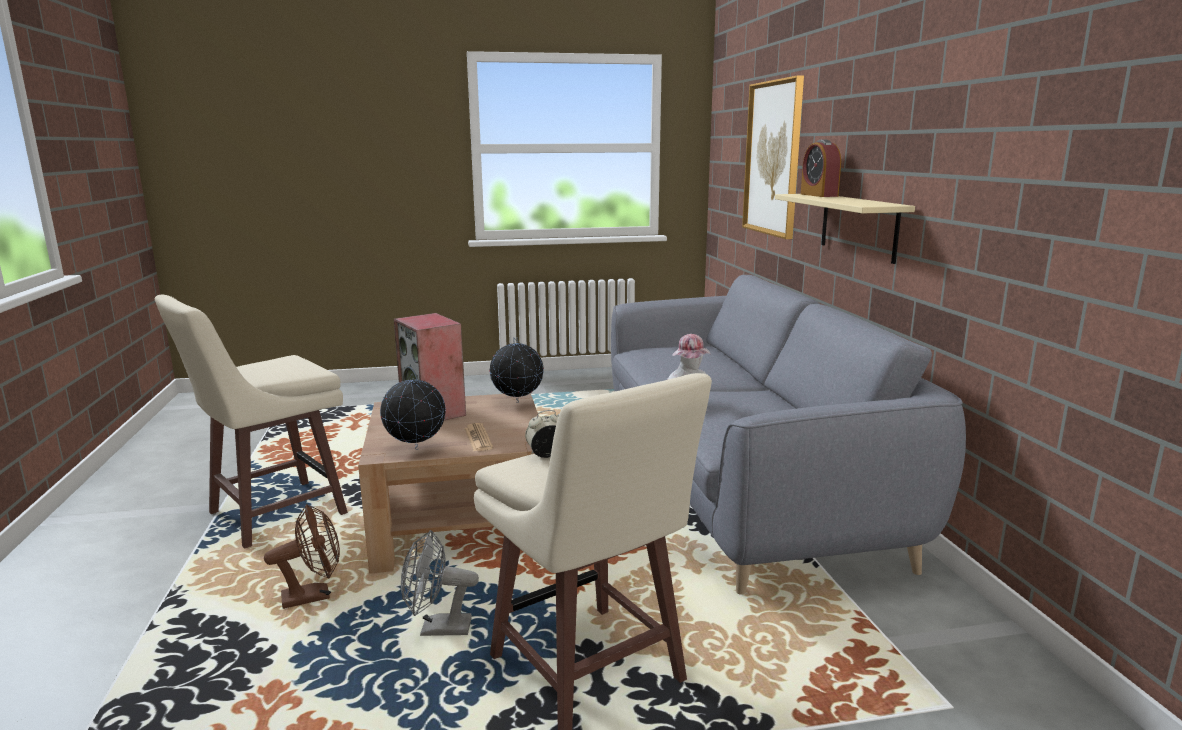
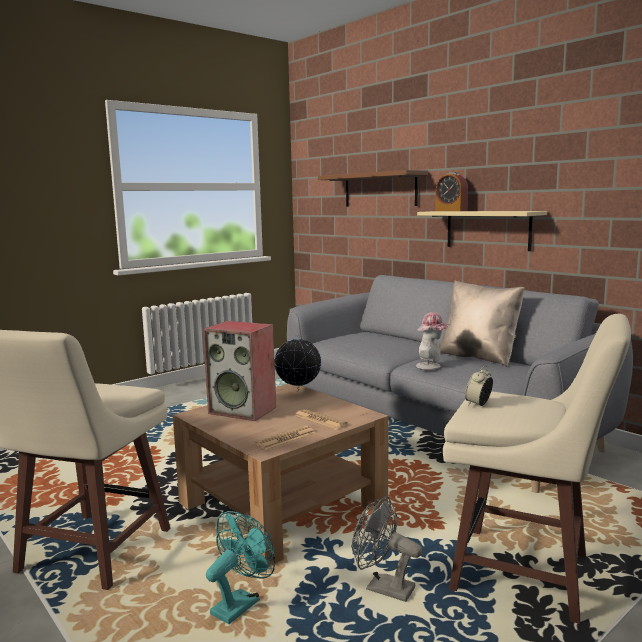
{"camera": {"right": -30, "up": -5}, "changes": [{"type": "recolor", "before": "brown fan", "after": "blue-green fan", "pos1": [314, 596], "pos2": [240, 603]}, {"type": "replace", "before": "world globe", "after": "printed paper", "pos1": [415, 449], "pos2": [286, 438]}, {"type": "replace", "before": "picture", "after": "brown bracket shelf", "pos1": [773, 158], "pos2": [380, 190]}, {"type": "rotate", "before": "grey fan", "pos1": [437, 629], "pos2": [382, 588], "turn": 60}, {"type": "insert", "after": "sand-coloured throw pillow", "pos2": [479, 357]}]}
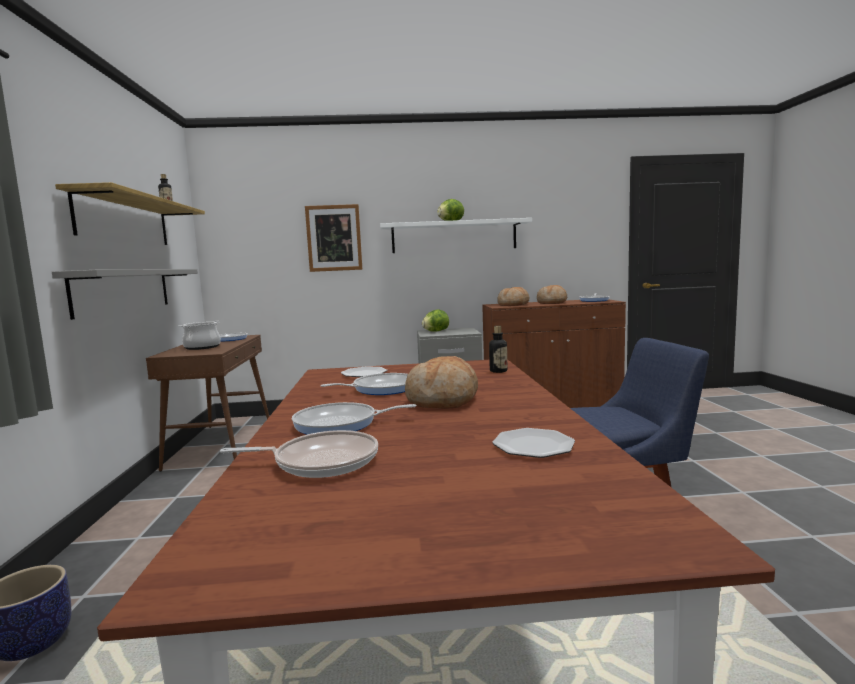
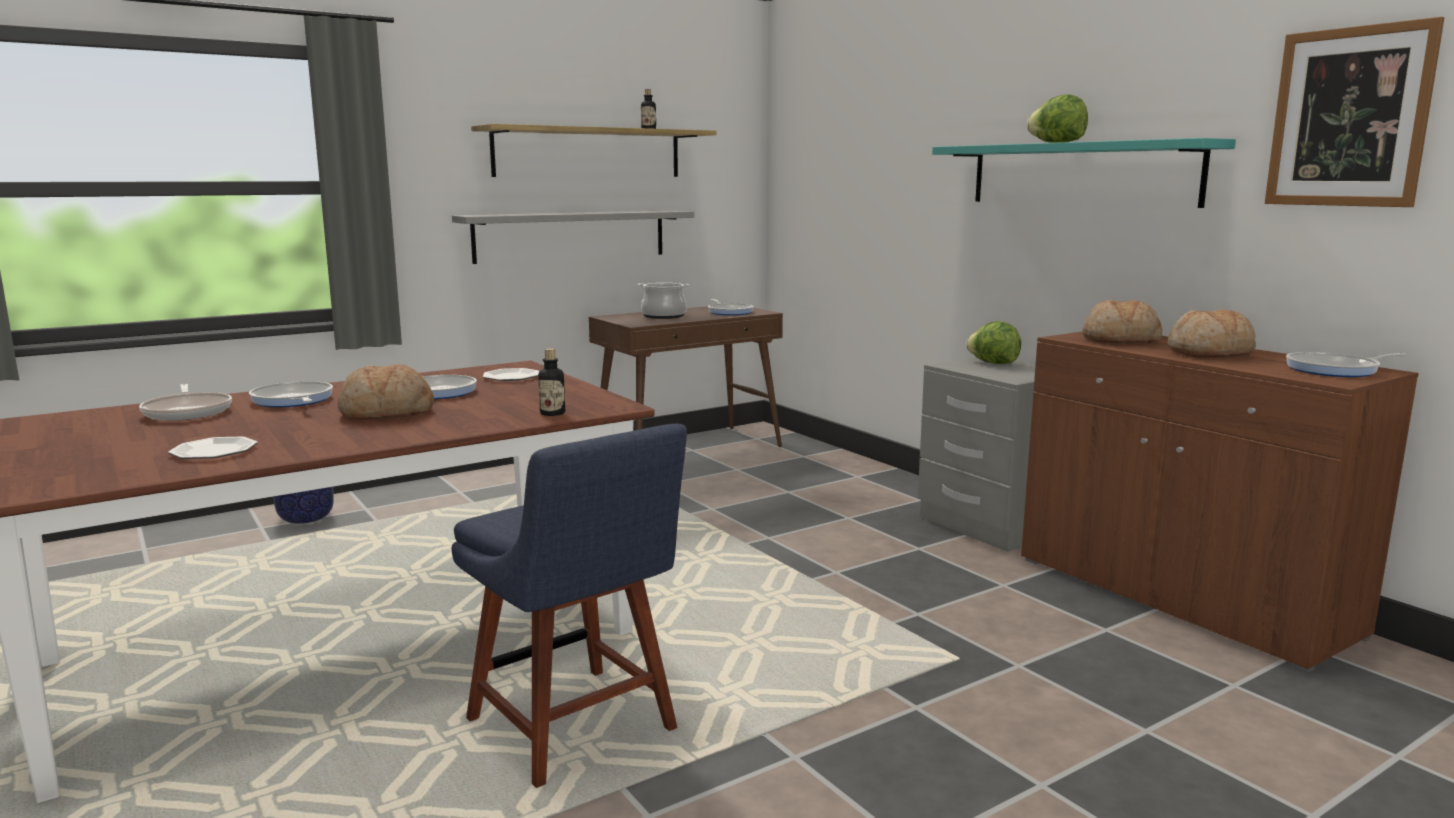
{"camera": {"right": 60, "up": 5}, "changes": [{"type": "recolor", "before": "whitish bracket shelf", "after": "blue-green bracket shelf", "pos1": [454, 236], "pos2": [1080, 174]}, {"type": "move", "before": "picture", "pos1": [334, 238], "pos2": [1349, 117]}]}
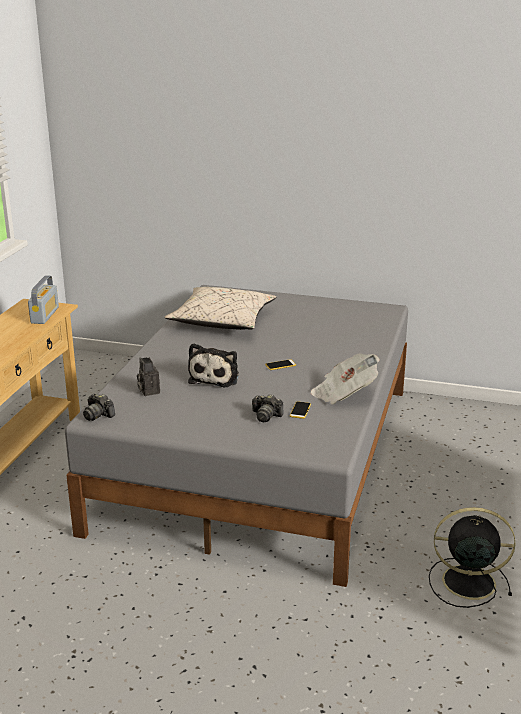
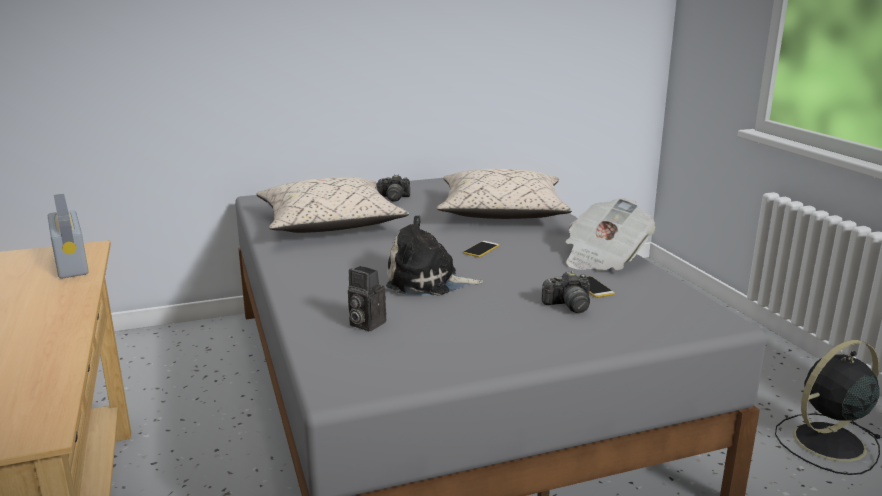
{"camera": {"right": -35, "up": -5}, "changes": [{"type": "move", "before": "photo camera", "pos1": [98, 415], "pos2": [393, 197]}, {"type": "rotate", "before": "cuddly toy", "pos1": [215, 377], "pos2": [427, 282], "turn": 120}, {"type": "insert", "after": "sand-coloured throw pillow", "pos2": [501, 213]}]}
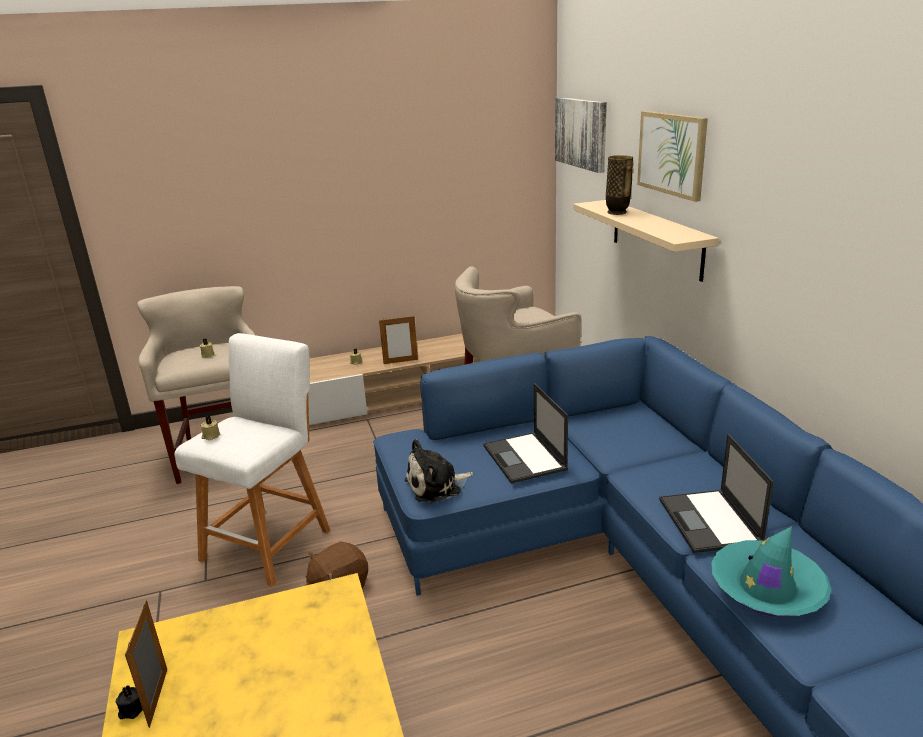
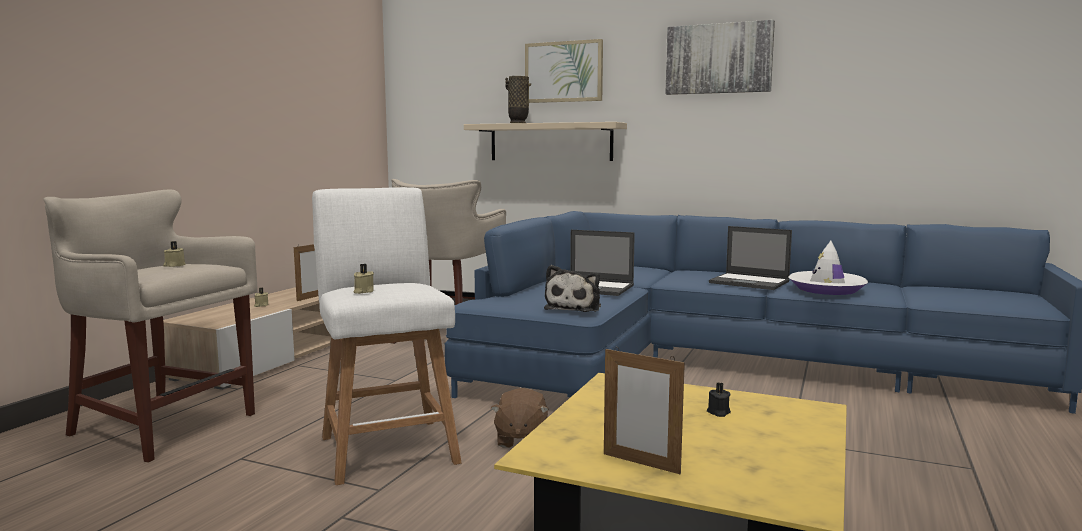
{"camera": {"right": -50, "up": -15}, "changes": [{"type": "move", "before": "picture", "pos1": [581, 133], "pos2": [718, 59]}, {"type": "move", "before": "black-coloured candle", "pos1": [131, 710], "pos2": [718, 412]}, {"type": "recolor", "before": "blue-green hat", "after": "whitish hat", "pos1": [767, 588], "pos2": [827, 289]}]}
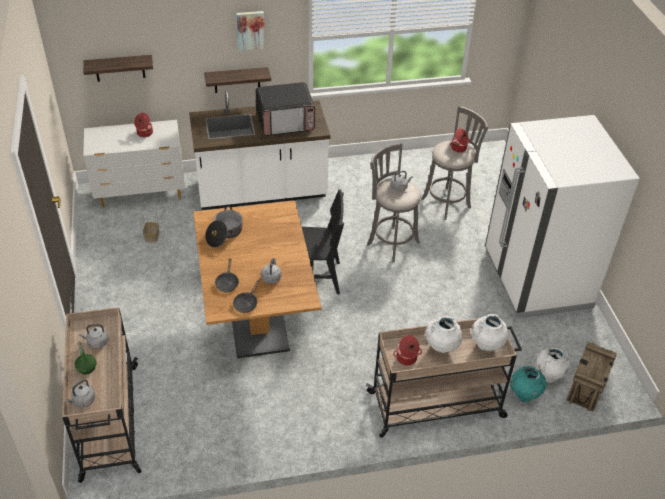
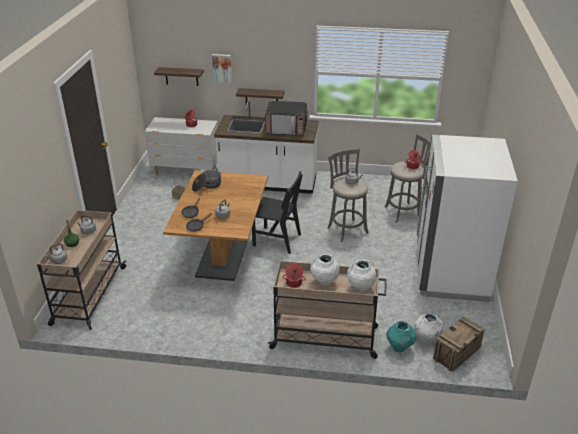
{"camera": {"right": 20, "up": -10}, "changes": [{"type": "move", "before": "picture", "pos1": [250, 30], "pos2": [222, 68]}]}
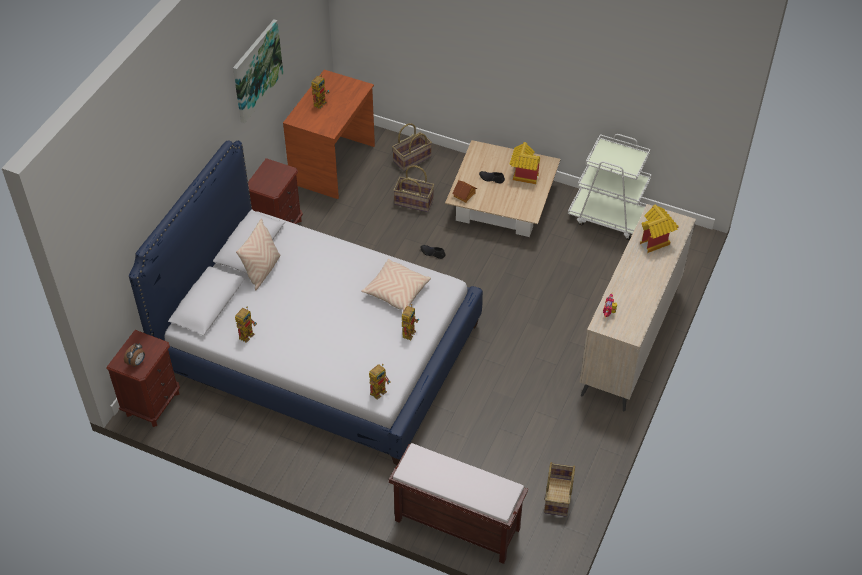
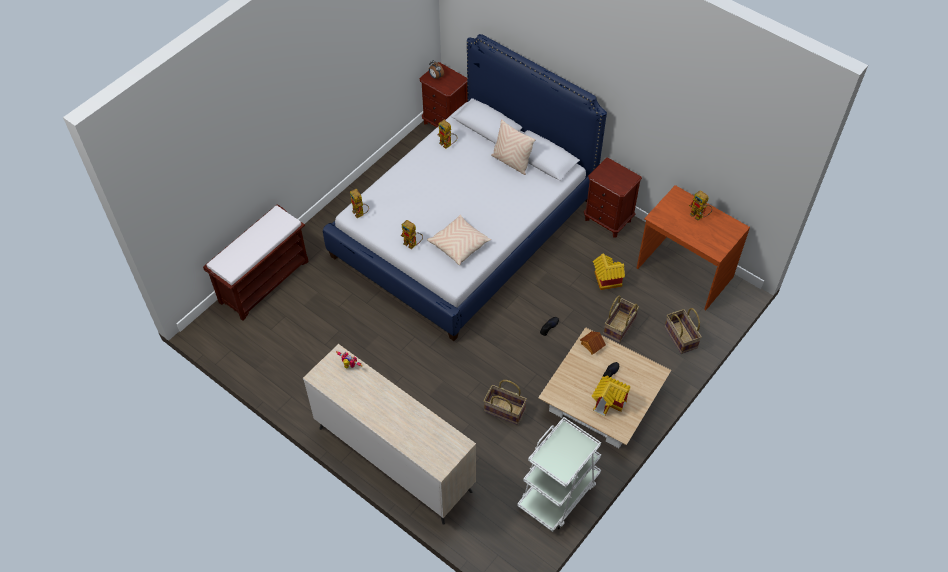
{"camera": {"right": 105, "up": 5}, "changes": [{"type": "move", "before": "basket", "pos1": [558, 497], "pos2": [504, 411]}, {"type": "move", "before": "miniature house", "pos1": [655, 241], "pos2": [605, 281]}, {"type": "delete", "before": "picture", "pos1": [256, 70]}]}
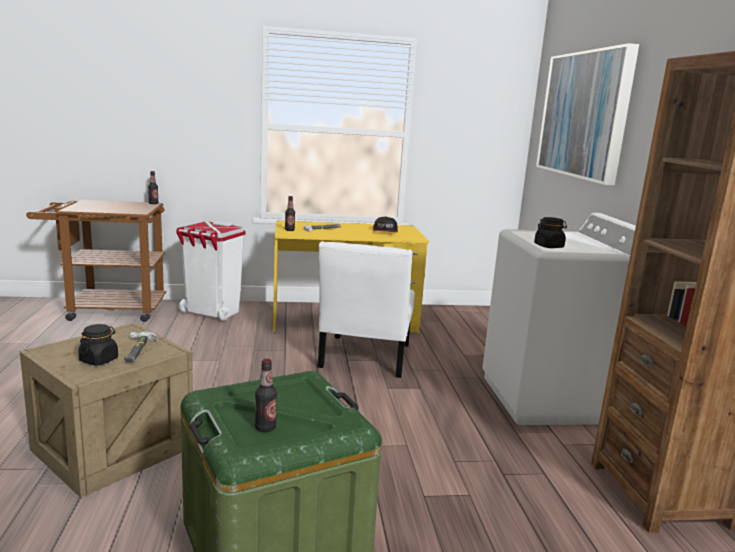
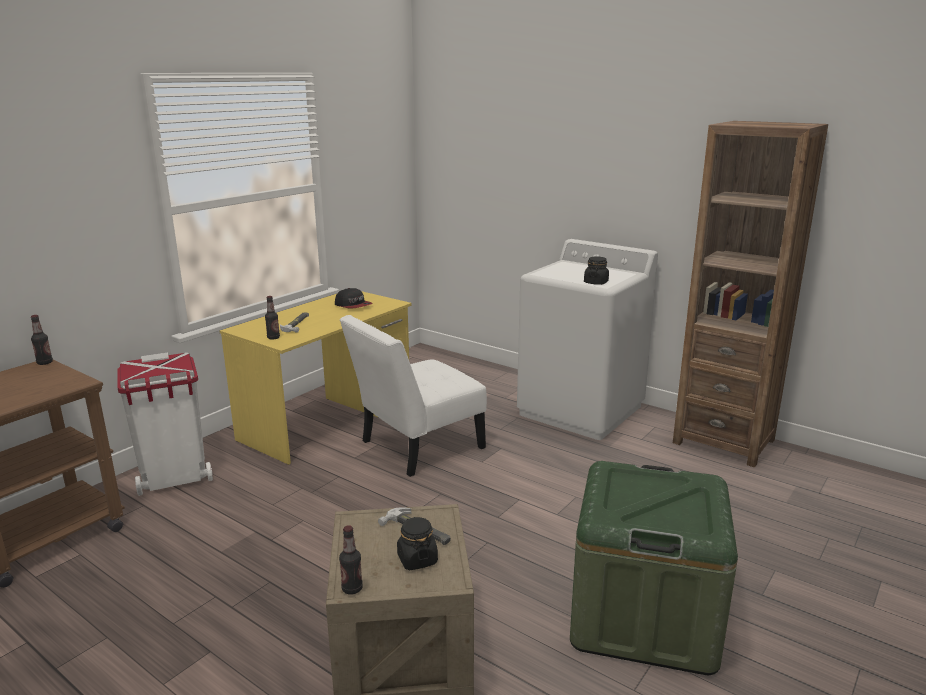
{"camera": {"right": -45, "up": 5}, "changes": [{"type": "move", "before": "drink bottle", "pos1": [265, 428], "pos2": [352, 589]}, {"type": "rotate", "before": "whitish plain chair", "pos1": [363, 359], "pos2": [416, 447], "turn": 90}, {"type": "delete", "before": "picture", "pos1": [584, 115]}]}
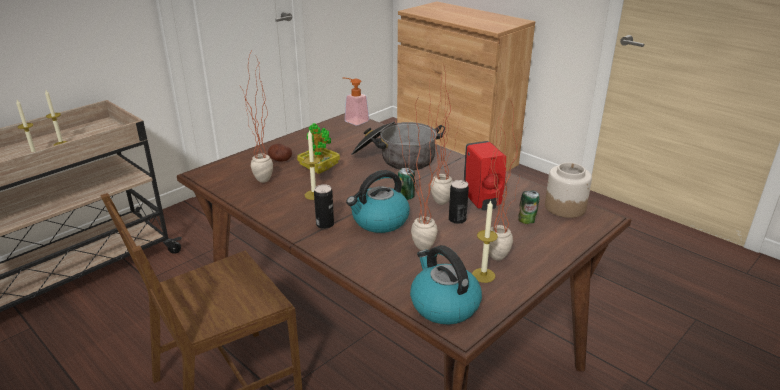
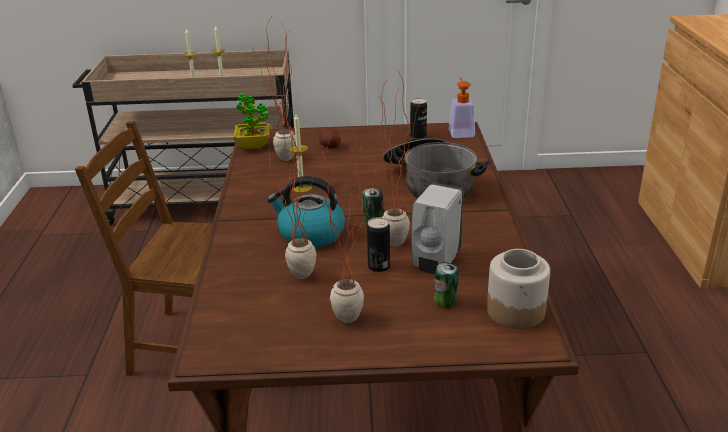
{"camera": {"right": 45, "up": 0}, "changes": [{"type": "move", "before": "plant in a pot", "pos1": [319, 169], "pos2": [253, 145]}, {"type": "move", "before": "metal can", "pos1": [325, 224], "pos2": [418, 136]}, {"type": "recolor", "before": "red soap bottle", "after": "whitish soap bottle", "pos1": [482, 202], "pos2": [435, 262]}, {"type": "delete", "before": "tea kettle", "pos1": [443, 305]}, {"type": "delete", "before": "candle", "pos1": [483, 275]}]}
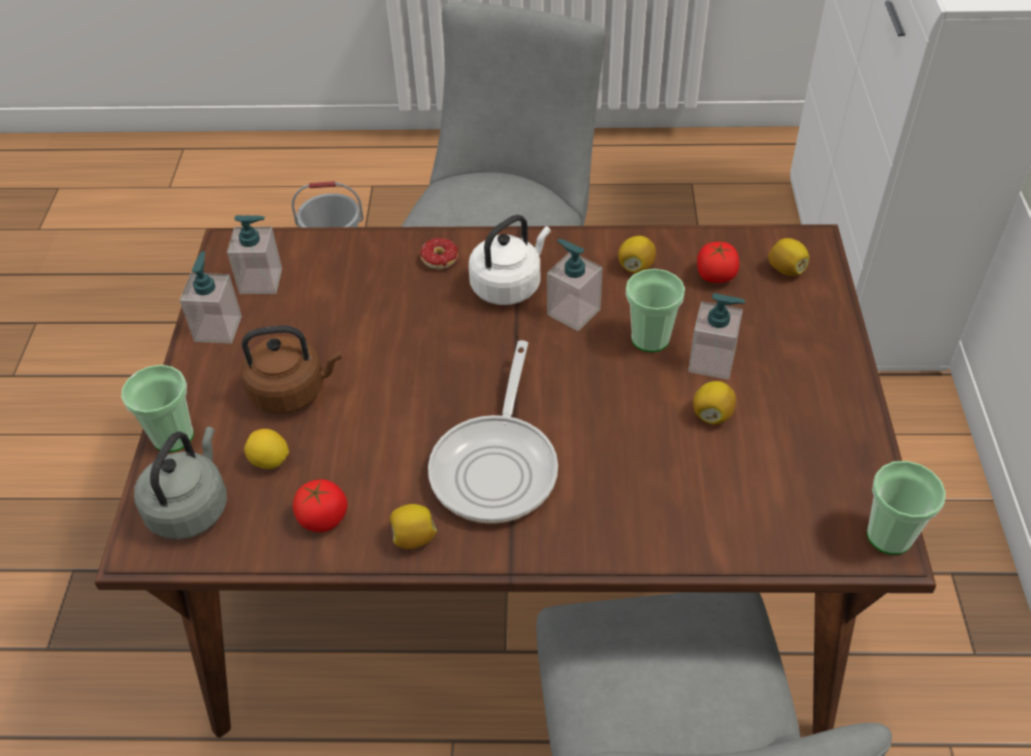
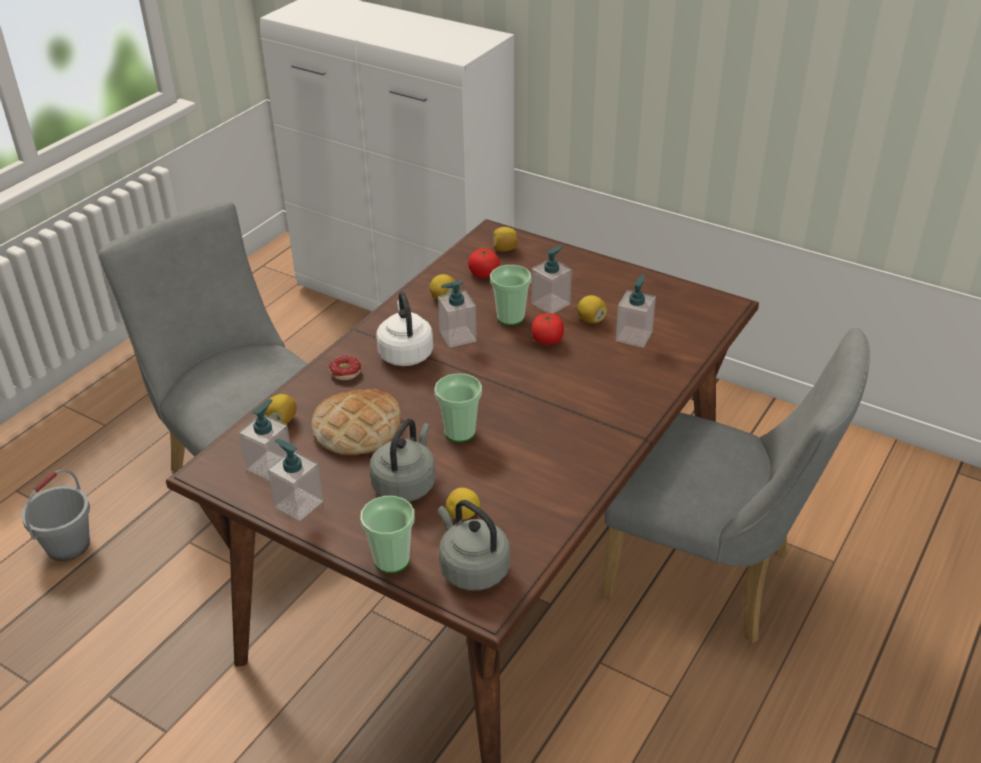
{"camera": {"right": -60, "up": -10}, "changes": [{"type": "move", "before": "lemon", "pos1": [413, 538], "pos2": [282, 421]}, {"type": "insert", "after": "bread", "pos2": [357, 428]}, {"type": "recolor", "before": "brown tea kettle", "after": "grey tea kettle", "pos1": [292, 391], "pos2": [405, 484]}, {"type": "move", "before": "small cup", "pos1": [889, 536], "pos2": [459, 432]}, {"type": "move", "before": "tomato", "pos1": [323, 518], "pos2": [547, 340]}, {"type": "insert", "after": "soap bottle", "pos2": [634, 336]}, {"type": "delete", "before": "frying pan", "pos1": [497, 466]}]}
